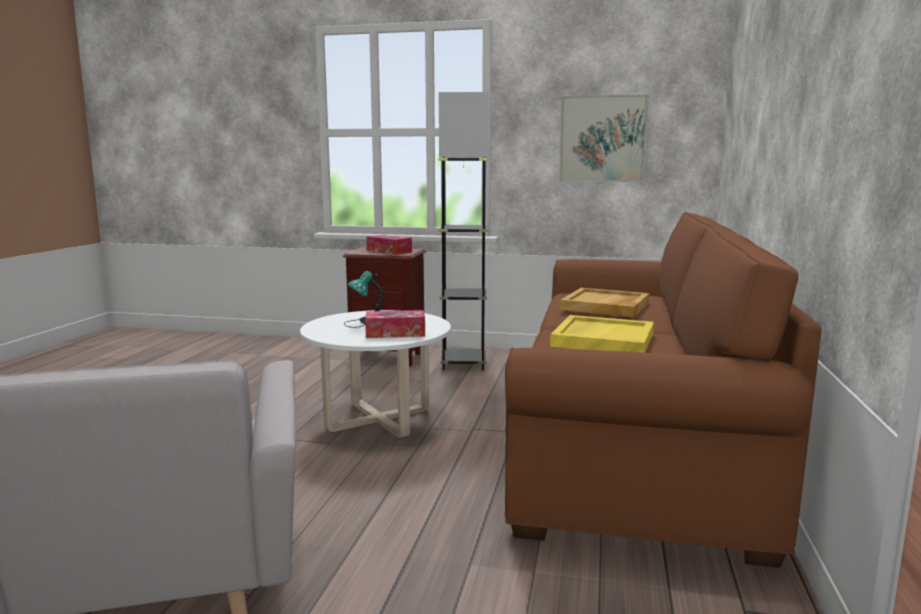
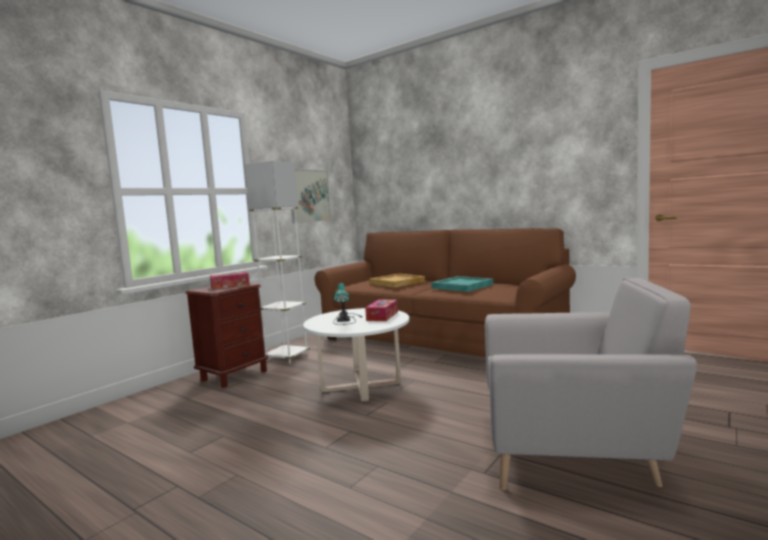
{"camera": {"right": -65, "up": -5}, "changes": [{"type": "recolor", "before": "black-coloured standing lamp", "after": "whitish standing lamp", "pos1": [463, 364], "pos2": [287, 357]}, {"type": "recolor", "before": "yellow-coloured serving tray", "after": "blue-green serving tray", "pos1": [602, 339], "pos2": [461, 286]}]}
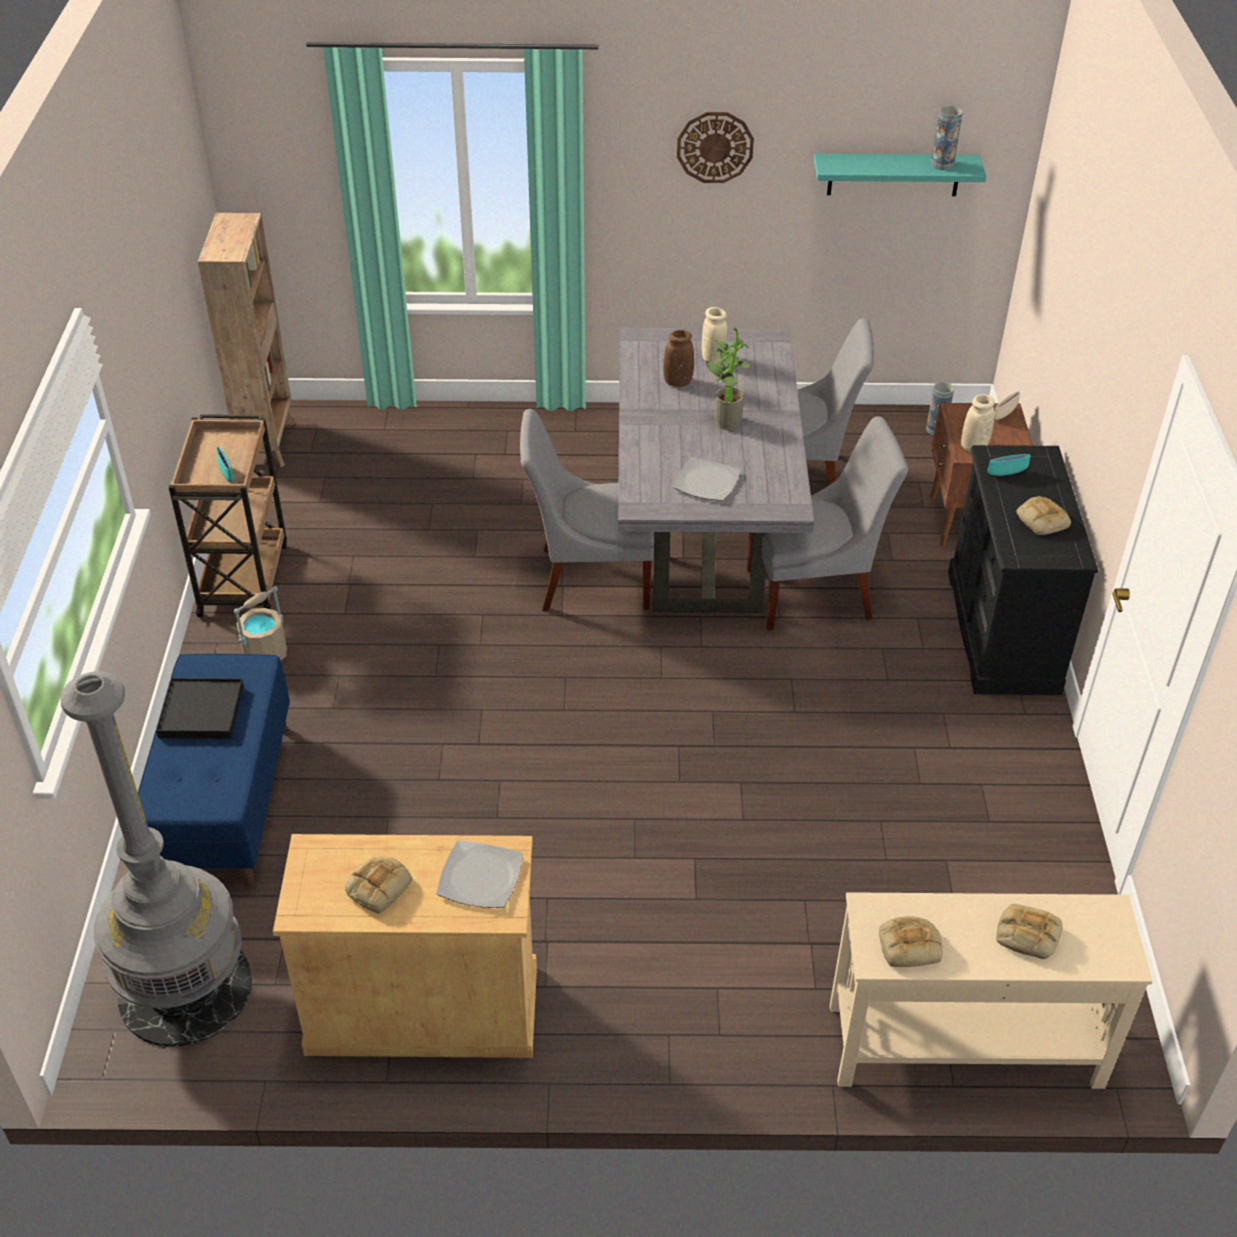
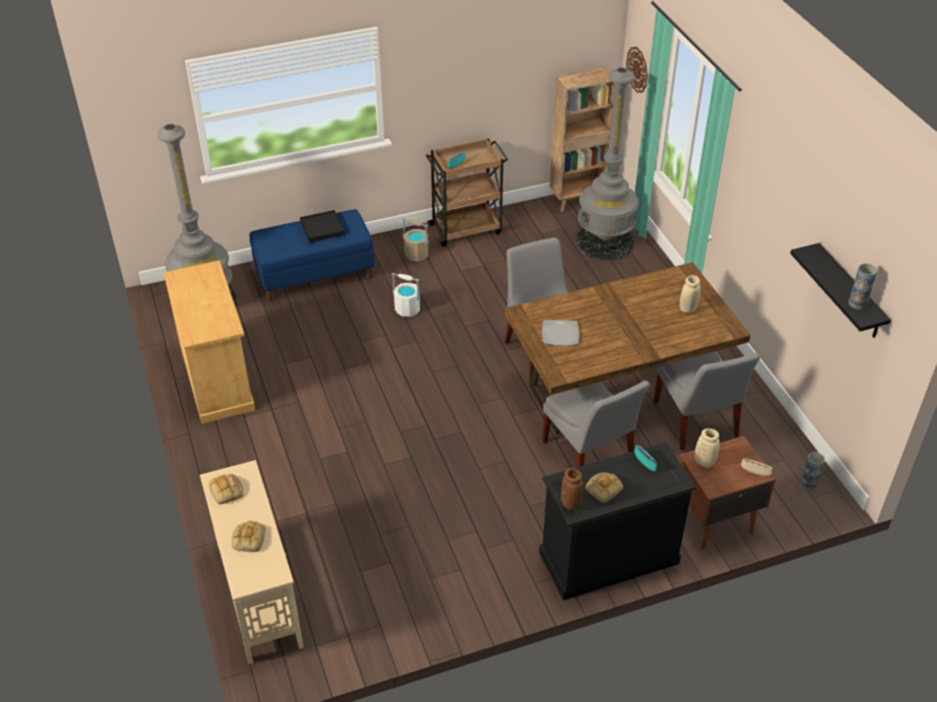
{"camera": {"right": 70, "up": 0}, "changes": [{"type": "insert", "after": "whitish pail", "pos2": [407, 309]}, {"type": "recolor", "before": "grey dining table", "after": "brown dining table", "pos1": [704, 531], "pos2": [616, 391]}, {"type": "move", "before": "brown vase", "pos1": [678, 382], "pos2": [570, 503]}, {"type": "insert", "after": "grey standing lamp", "pos2": [605, 241]}, {"type": "move", "before": "wall clock", "pos1": [715, 147], "pos2": [637, 69]}, {"type": "recolor", "before": "blue-green bracket shelf", "after": "black-coloured bracket shelf", "pos1": [894, 174], "pos2": [850, 293]}, {"type": "delete", "before": "bread", "pos1": [378, 886]}, {"type": "delete", "before": "plate", "pos1": [480, 876]}, {"type": "delete", "before": "plant in a pot", "pos1": [724, 420]}]}
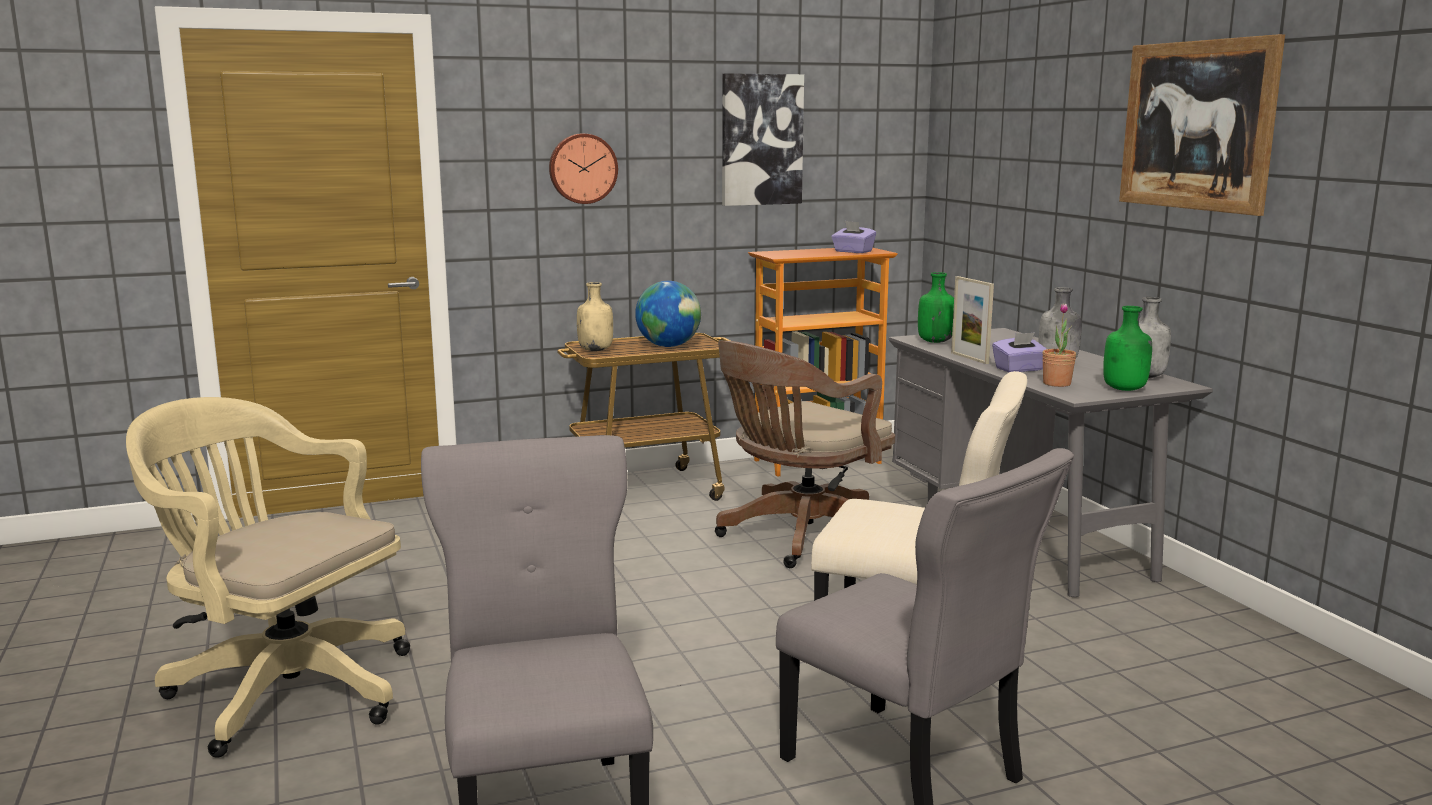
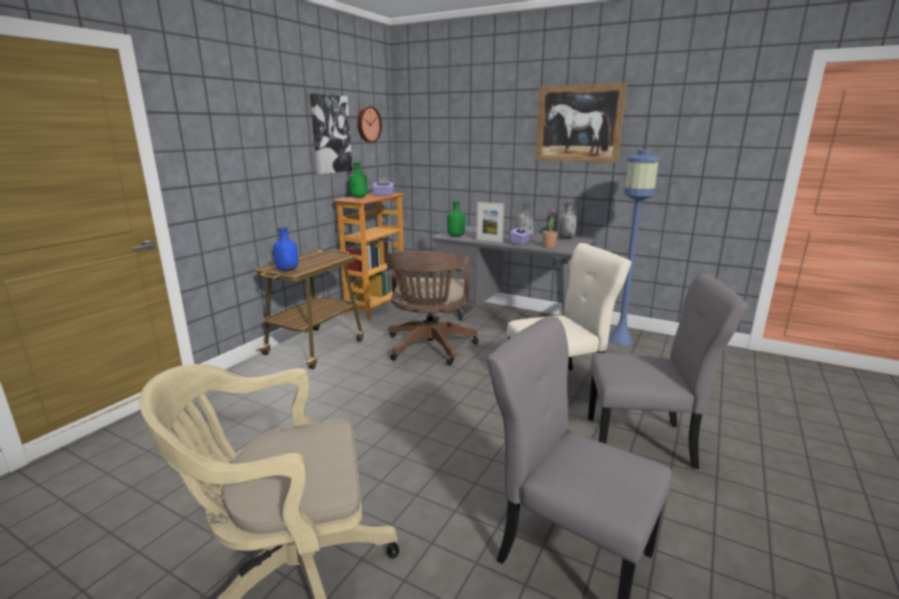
{"camera": {"right": -40, "up": 5}, "changes": [{"type": "recolor", "before": "sand-coloured drink bottle", "after": "bluish drink bottle", "pos1": [596, 350], "pos2": [287, 270]}, {"type": "move", "before": "green-coloured drink bottle", "pos1": [1125, 389], "pos2": [359, 197]}, {"type": "move", "before": "wall clock", "pos1": [582, 168], "pos2": [368, 124]}, {"type": "insert", "after": "bluish standing lamp", "pos2": [620, 340]}, {"type": "delete", "before": "world globe", "pos1": [668, 346]}]}
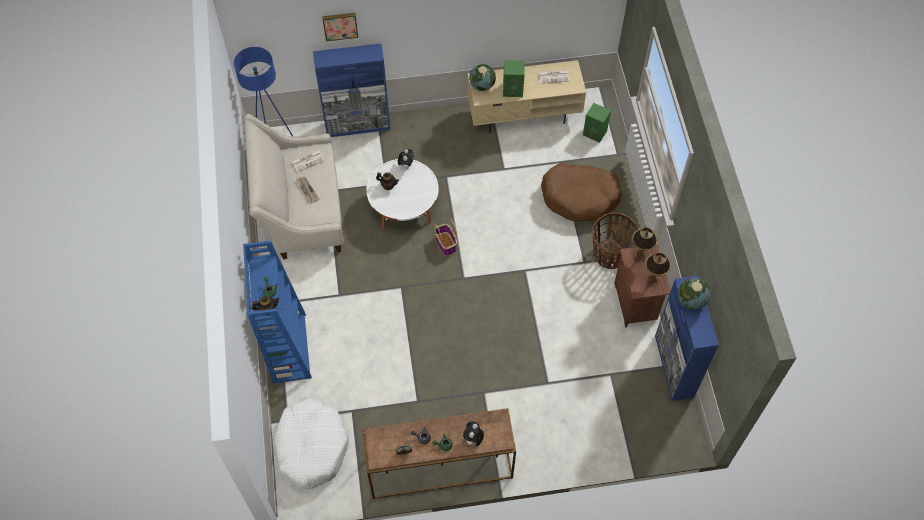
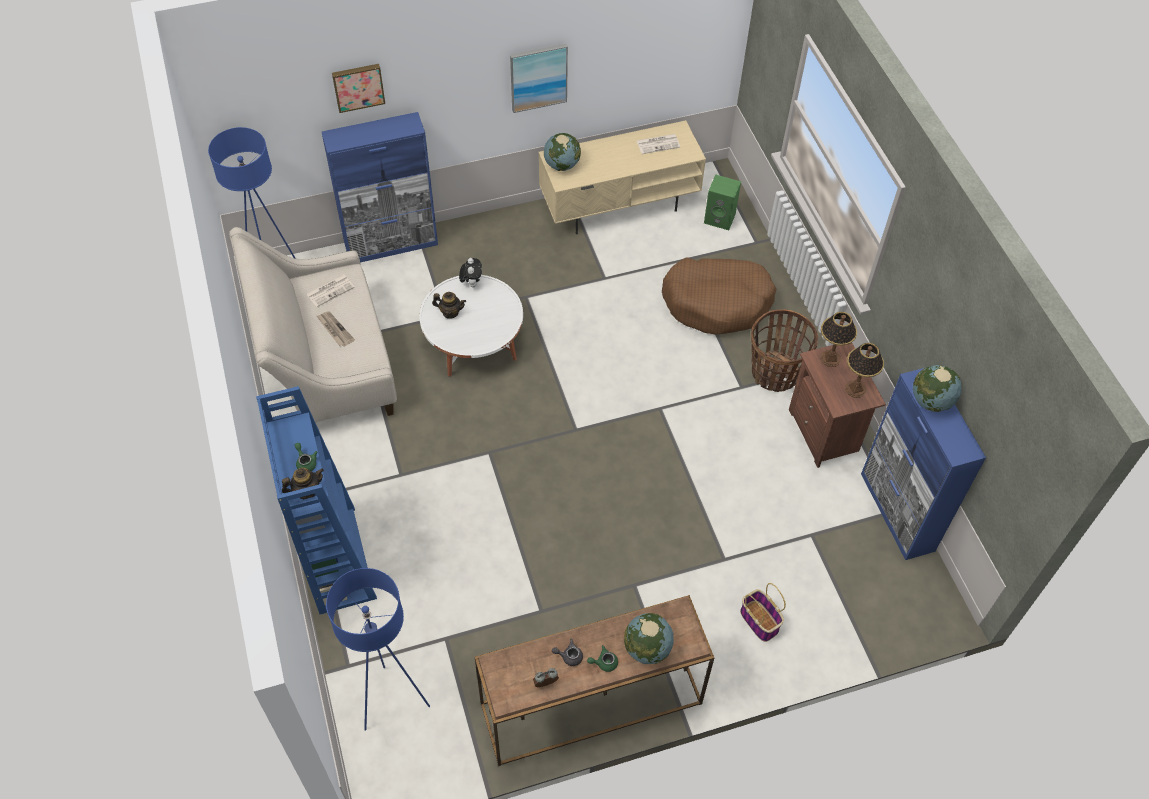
{"camera": {"right": -10, "up": -5}, "changes": [{"type": "replace", "before": "whitish dog cushion", "after": "bluish standing lamp", "pos1": [311, 447], "pos2": [392, 701]}, {"type": "insert", "after": "picture", "pos2": [538, 77]}, {"type": "replace", "before": "cuddly toy", "after": "world globe", "pos1": [473, 439], "pos2": [647, 648]}, {"type": "move", "before": "basket", "pos1": [446, 244], "pos2": [760, 621]}, {"type": "delete", "before": "green-coloured speaker", "pos1": [513, 89]}]}
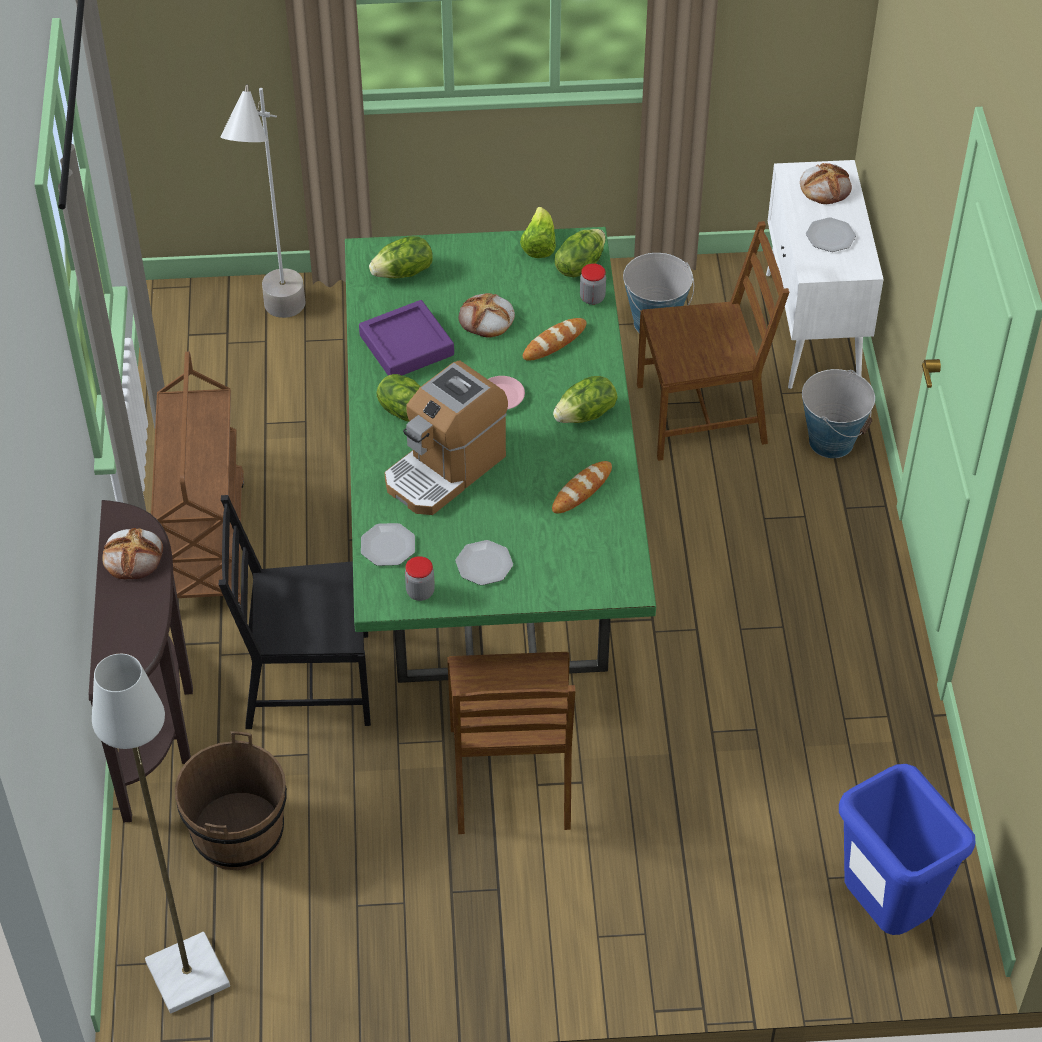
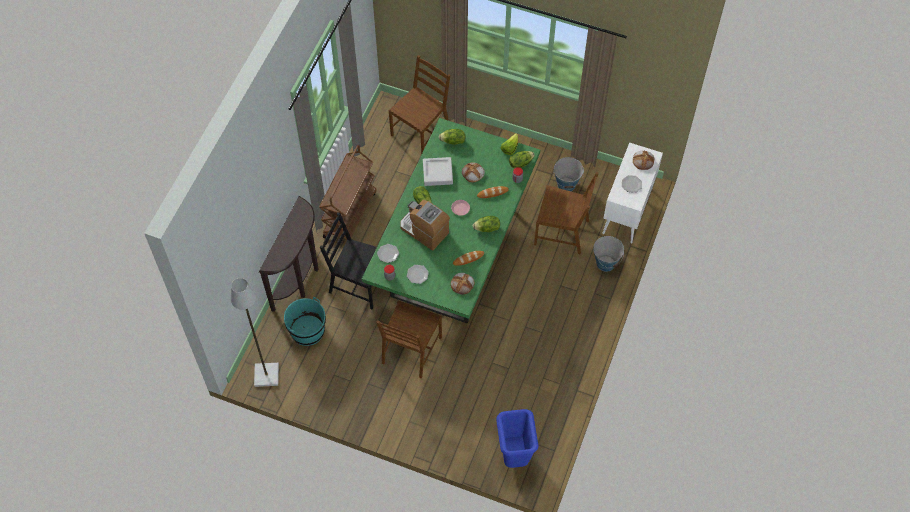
{"camera": {"right": 25, "up": 10}, "changes": [{"type": "recolor", "before": "brown pail", "after": "blue-green pail", "pos1": [237, 832], "pos2": [307, 330]}, {"type": "replace", "before": "grey standing lamp", "after": "brown plain chair", "pos1": [278, 327], "pos2": [421, 131]}, {"type": "rotate", "before": "coffee brewer", "pos1": [445, 469], "pos2": [424, 230], "turn": 60}, {"type": "recolor", "before": "purplish serving tray", "after": "grey serving tray", "pos1": [406, 345], "pos2": [437, 173]}, {"type": "move", "before": "bread", "pos1": [133, 556], "pos2": [462, 284]}]}
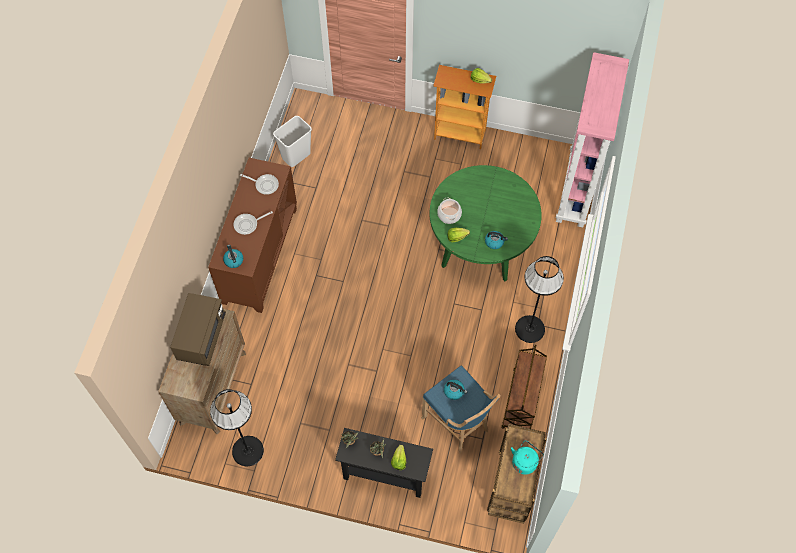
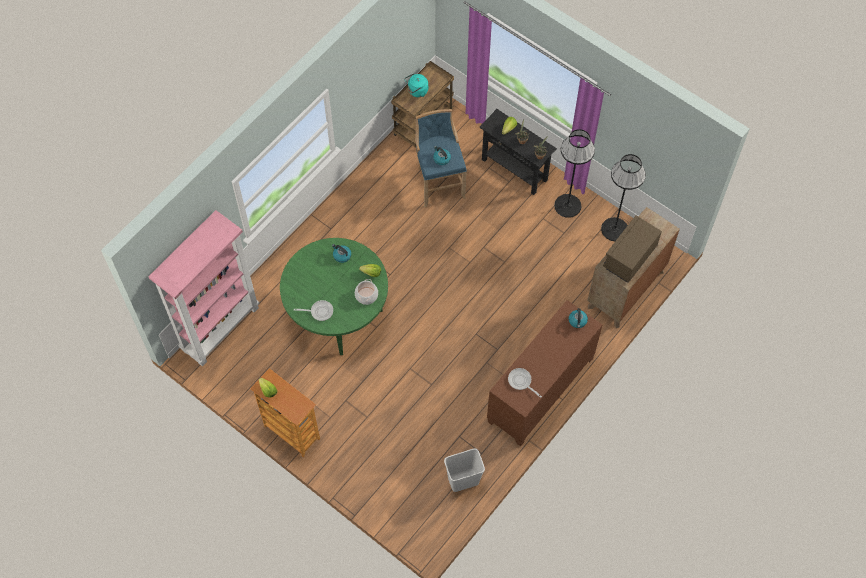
{"camera": {"right": -155, "up": 0}, "changes": [{"type": "move", "before": "frying pan", "pos1": [248, 224], "pos2": [319, 311]}, {"type": "move", "before": "black-coloured standing lamp", "pos1": [530, 329], "pos2": [567, 205]}, {"type": "delete", "before": "brown wheeled cart", "pos1": [521, 402]}]}
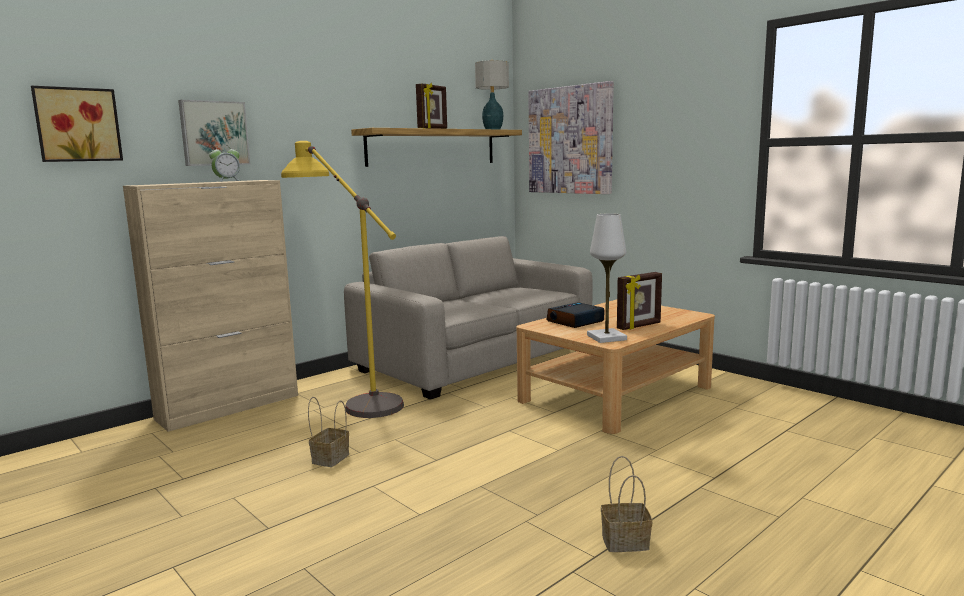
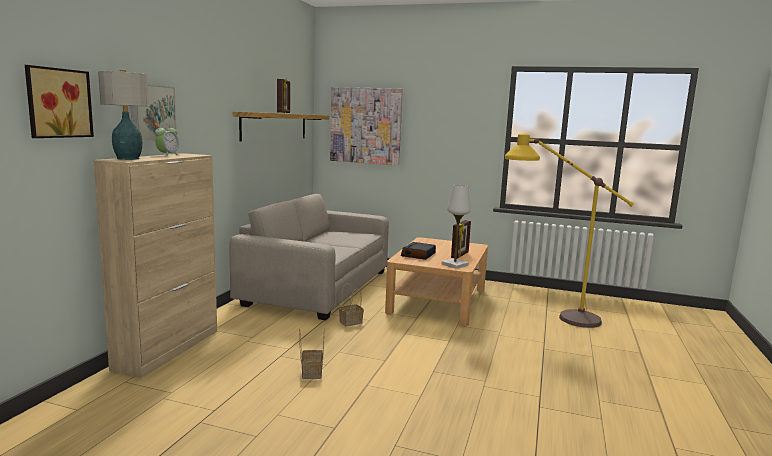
{"camera": {"right": -30, "up": 0}, "changes": [{"type": "move", "before": "table lamp", "pos1": [492, 130], "pos2": [127, 158]}, {"type": "move", "before": "basket", "pos1": [626, 541], "pos2": [351, 322]}, {"type": "move", "before": "yellow-coloured standing lamp", "pos1": [352, 396], "pos2": [550, 315]}]}
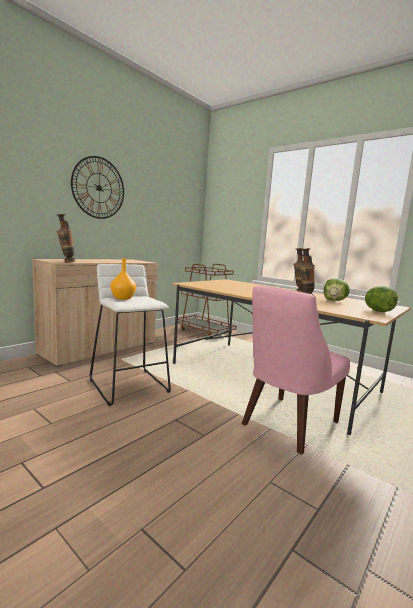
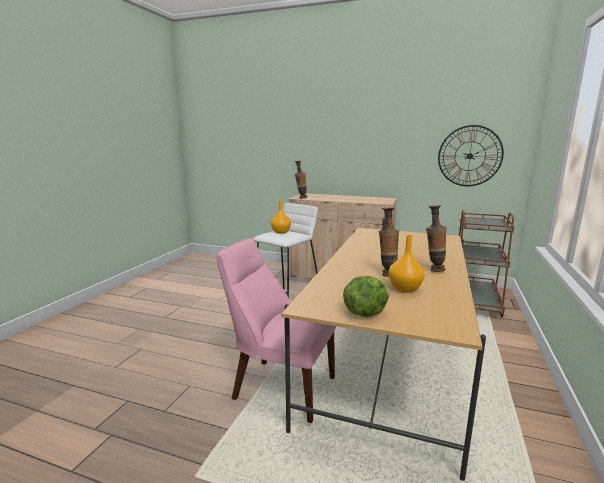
{"camera": {"right": 70, "up": 5}, "changes": [{"type": "replace", "before": "lettuce head", "after": "orange vase", "pos1": [334, 301], "pos2": [405, 289]}, {"type": "move", "before": "wall clock", "pos1": [99, 188], "pos2": [469, 156]}]}
